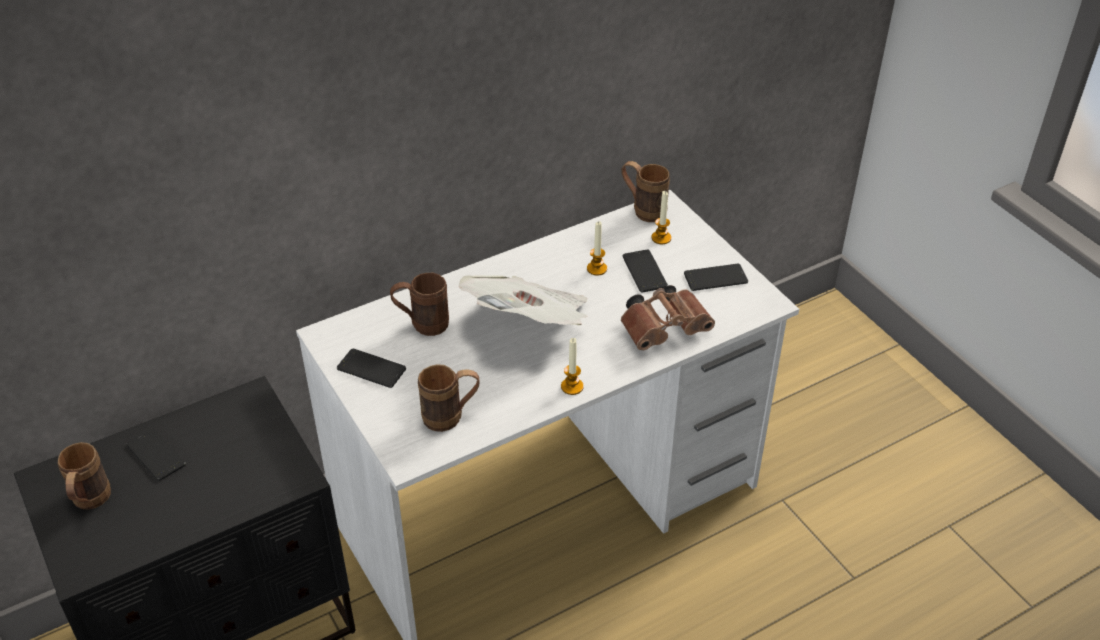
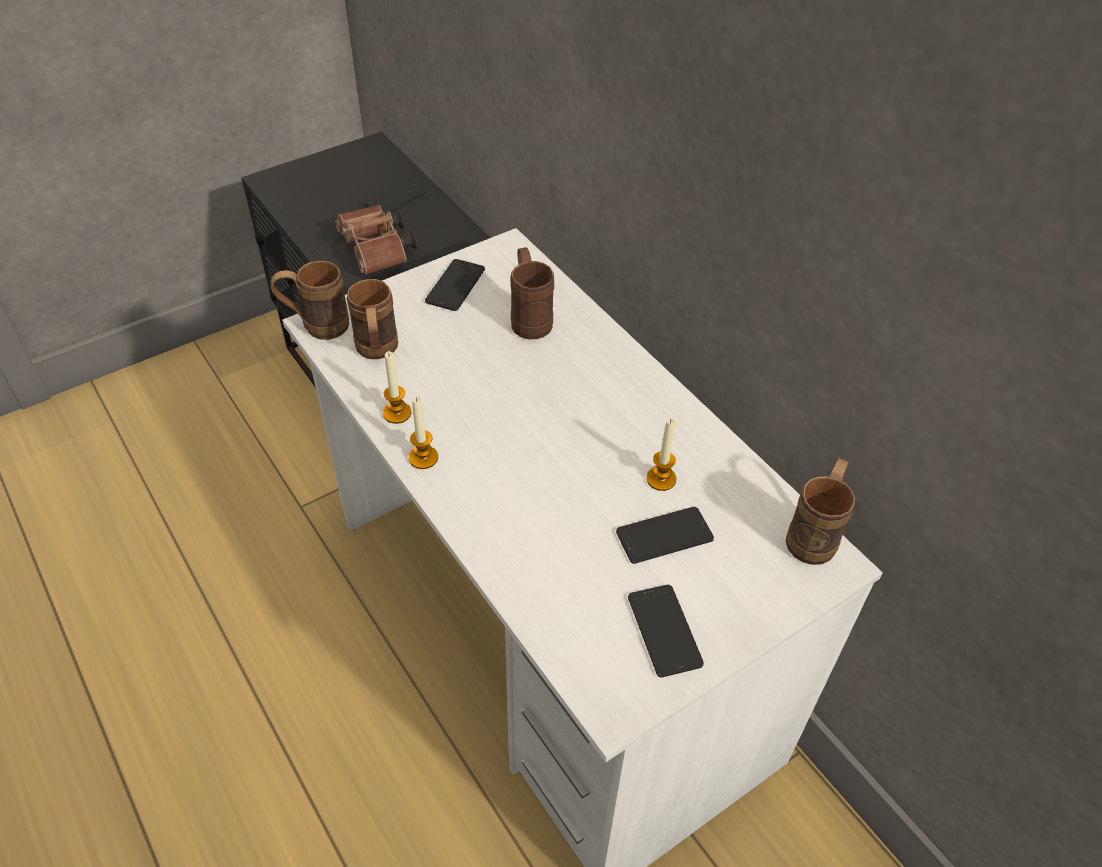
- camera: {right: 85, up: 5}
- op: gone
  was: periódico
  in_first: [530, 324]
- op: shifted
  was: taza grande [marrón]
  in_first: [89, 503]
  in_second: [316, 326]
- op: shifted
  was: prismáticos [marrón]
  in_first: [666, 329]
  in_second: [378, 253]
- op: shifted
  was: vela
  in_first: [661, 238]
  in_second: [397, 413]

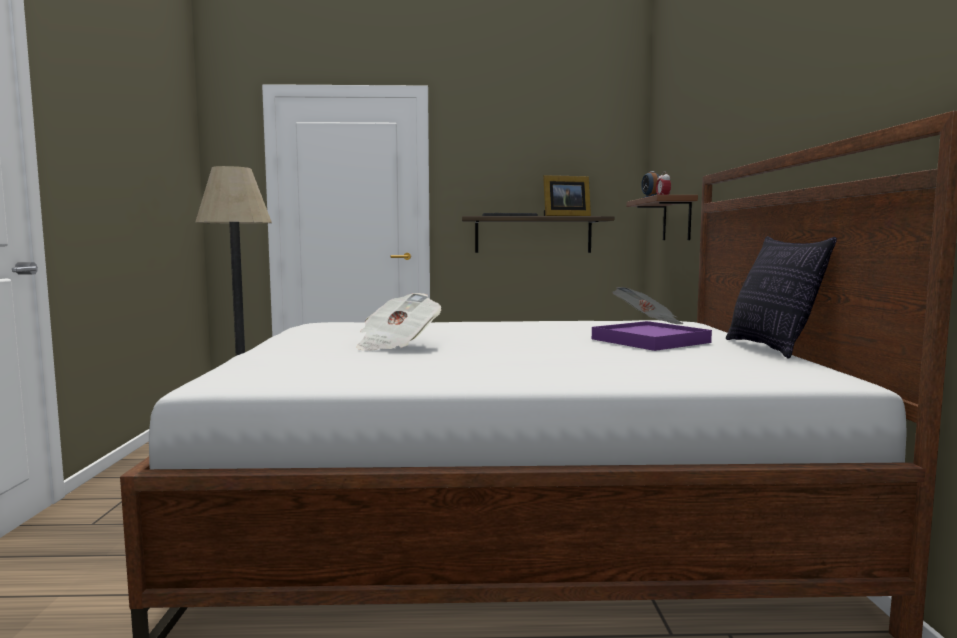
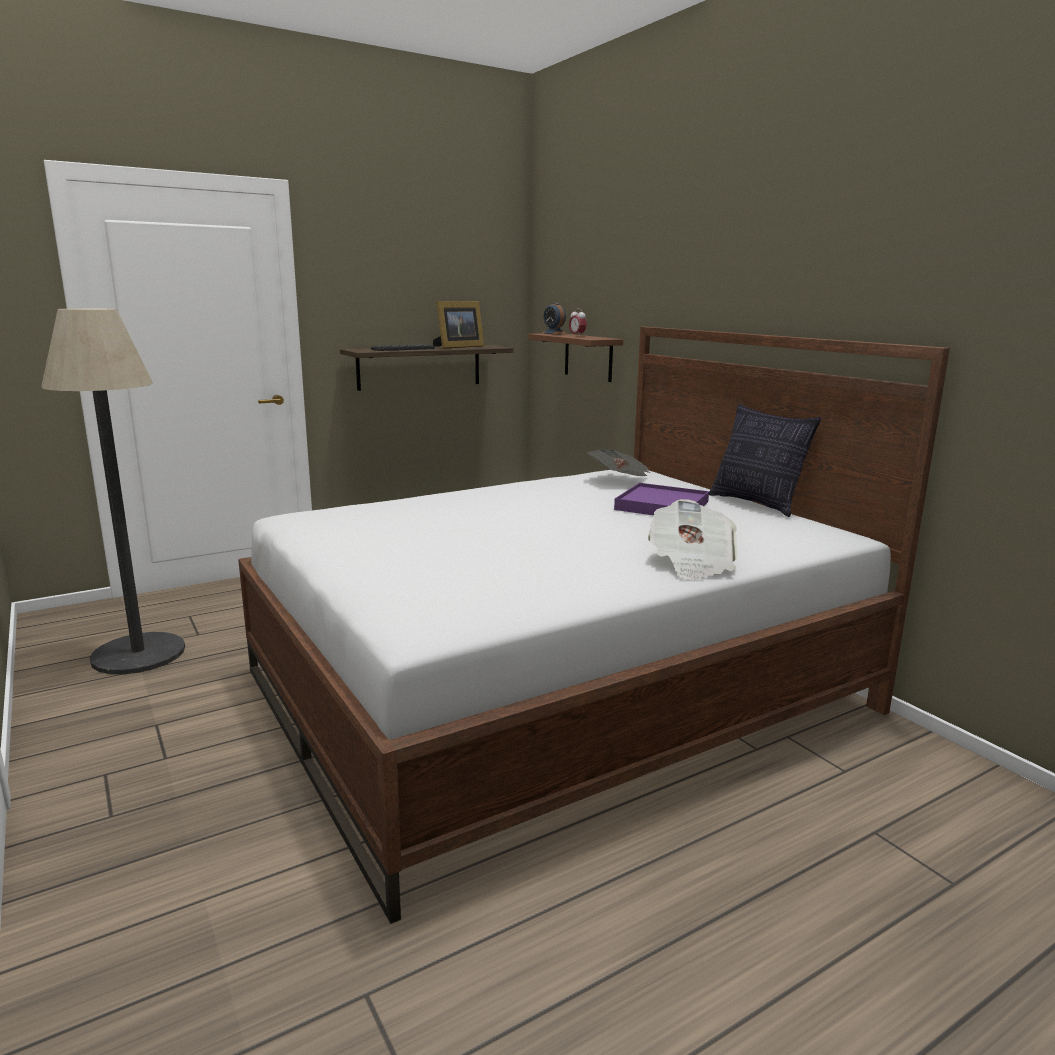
- camera: {right: -30, up: 10}
- op: shifted
  was: periódico
  in_first: [396, 345]
  in_second: [691, 564]

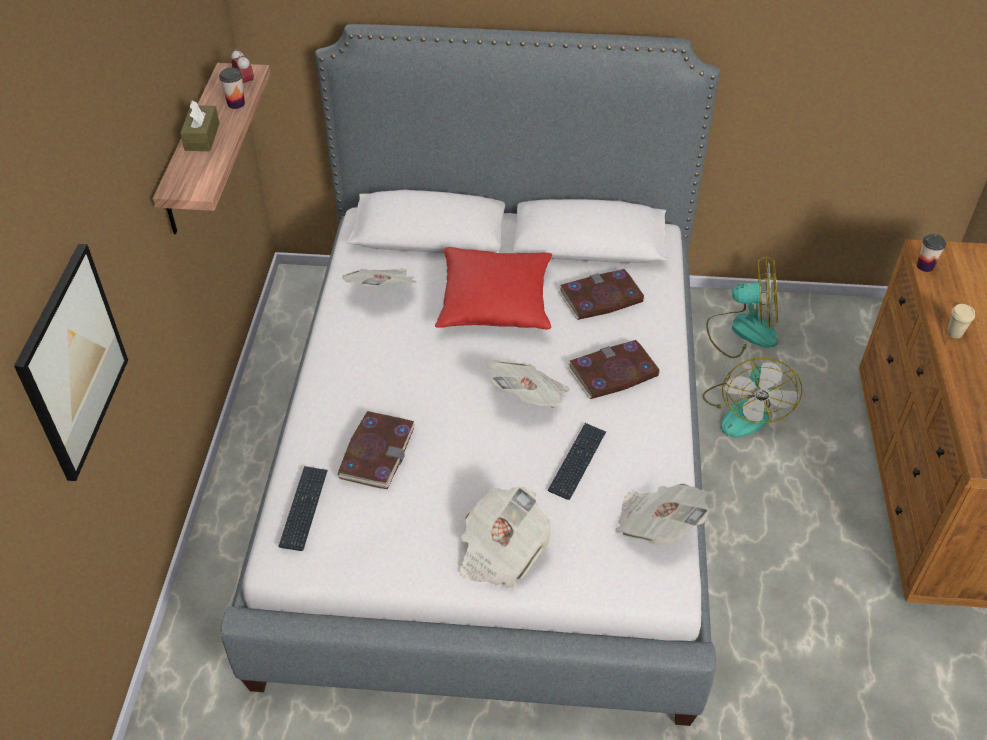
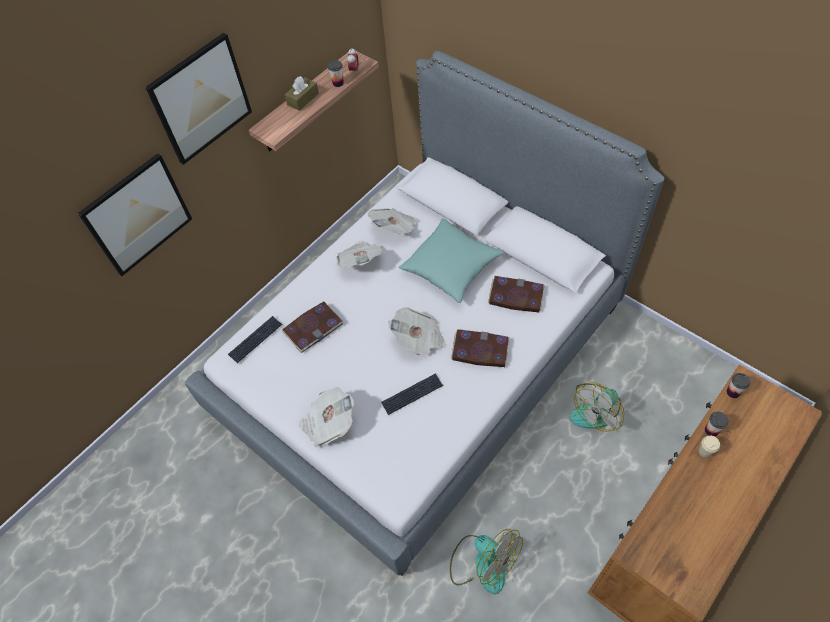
- camera: {right: 40, up: 10}
- op: new
  now: cuadro
  in_second: [201, 99]
- op: new
  now: taza
  in_second: [711, 430]
- op: shifted
  was: periódico
  in_first: [657, 525]
  in_second: [360, 261]
- op: shifted
  was: ventilador
  in_first: [742, 330]
  in_second: [483, 563]
- op: repainted
  was: cojín [rojo]
  now: cojín [turquesa]
  in_first: [495, 303]
  in_second: [451, 267]

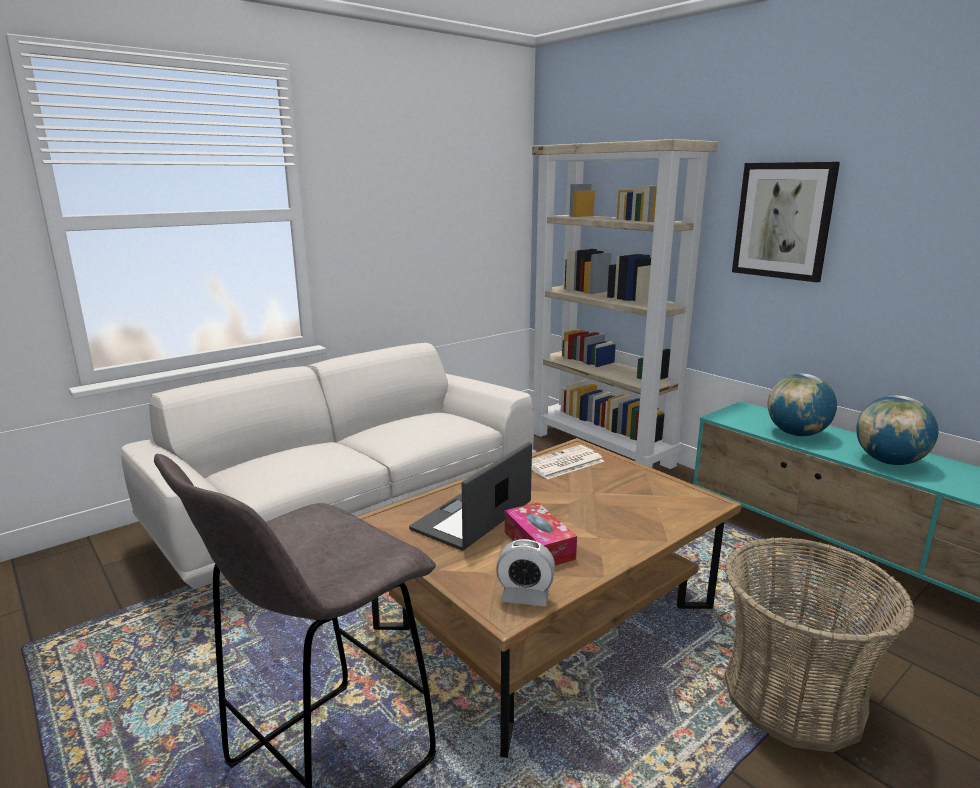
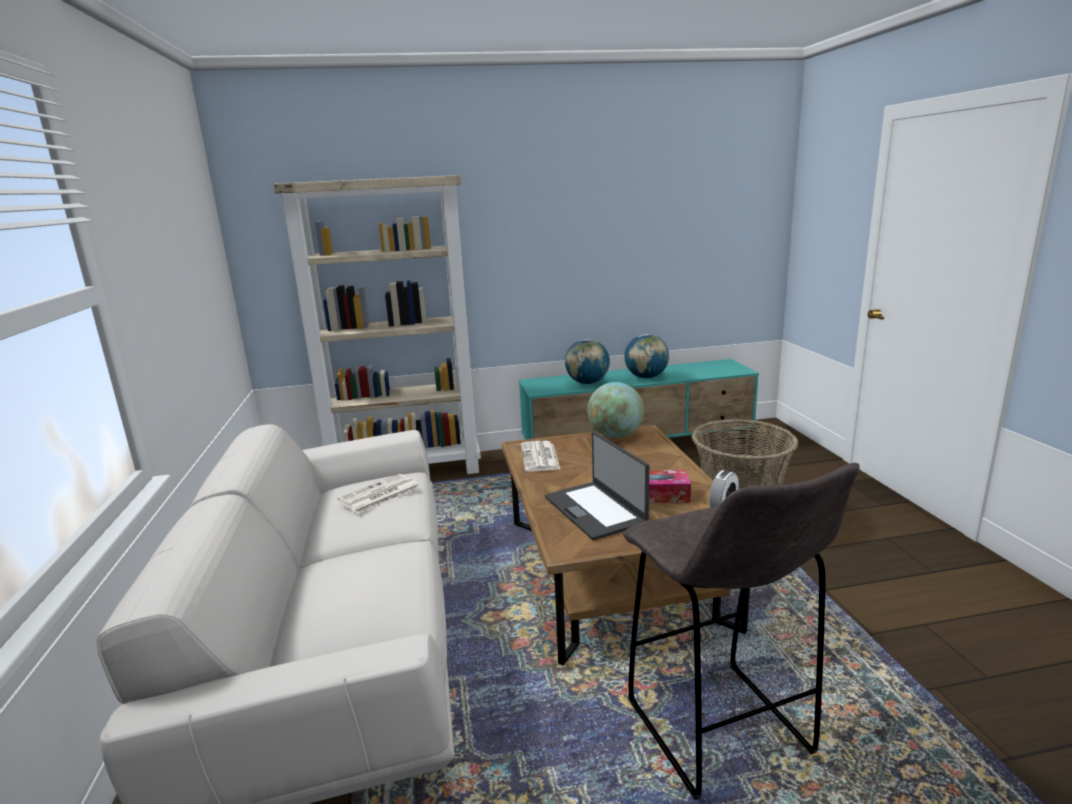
- camera: {right: -60, up: 0}
- op: gone
  was: cuadro
  in_first: [783, 221]
- op: new
  now: periódico
  in_second: [379, 495]
- op: new
  now: globo terráqueo
  in_second: [615, 435]

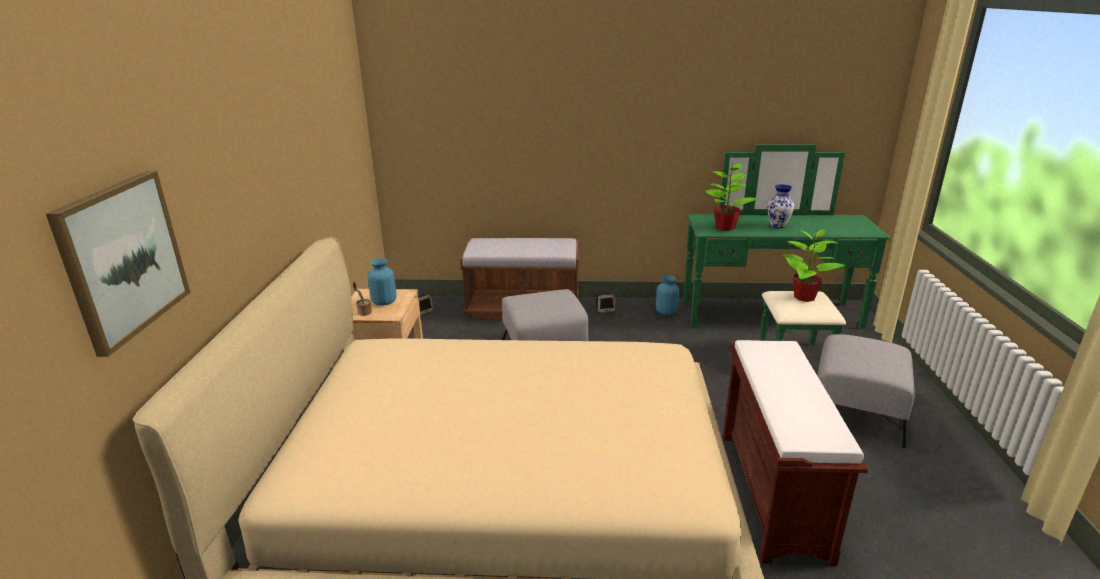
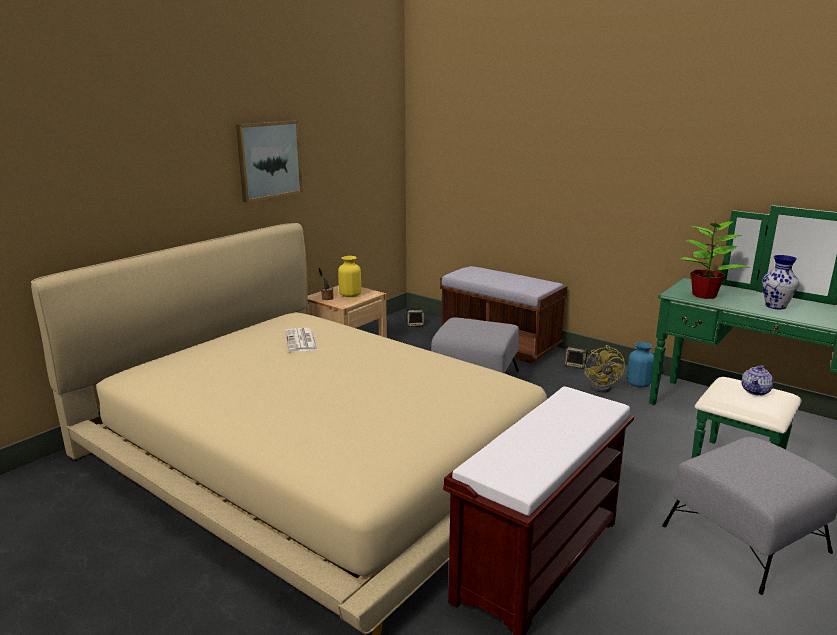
- camera: {right: 35, up: -5}
- op: new
  now: periódico
  in_second: [301, 341]
- op: new
  now: ventilador [amarillo]
  in_second: [602, 386]
- op: shifted
  was: cuadro
  in_first: [123, 258]
  in_second: [269, 160]
- op: swapped
  was: planta en maceta
  now: tetera
  in_first: [803, 297]
  in_second: [755, 391]
- op: repainted
  was: florero [azul]
  now: florero [amarillo]
  in_first: [384, 302]
  in_second: [350, 295]

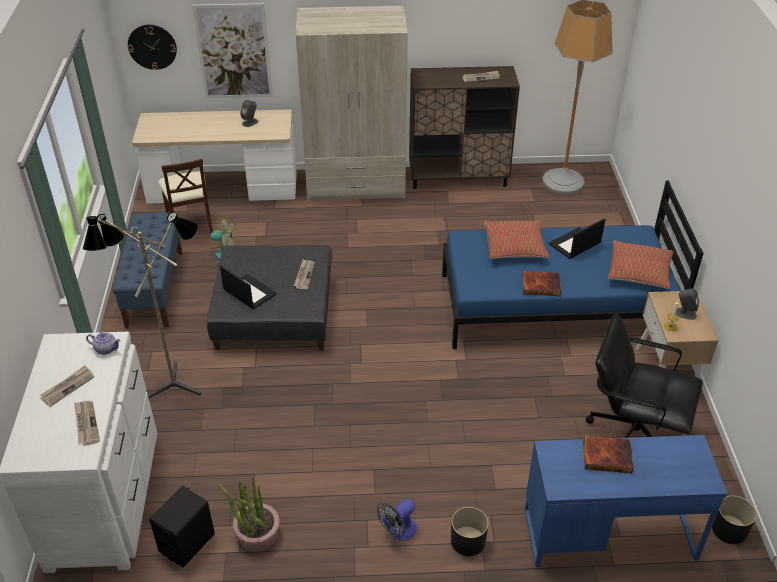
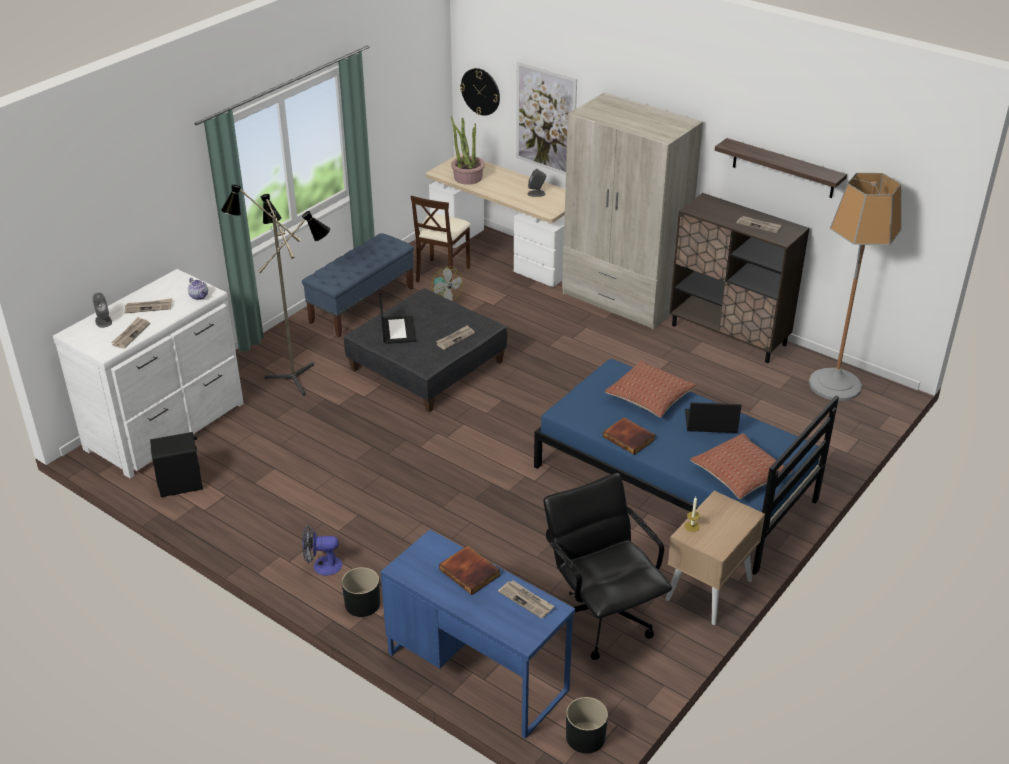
- camera: {right: 40, up: -5}
- op: new
  now: periódico
  in_second: [526, 600]
- op: new
  now: estante
  in_second: [783, 168]
- op: shifted
  was: planta en maceta
  in_first: [257, 535]
  in_second: [467, 177]
- op: shifted
  was: altavoz [gris]
  in_first: [685, 313]
  in_second: [103, 321]

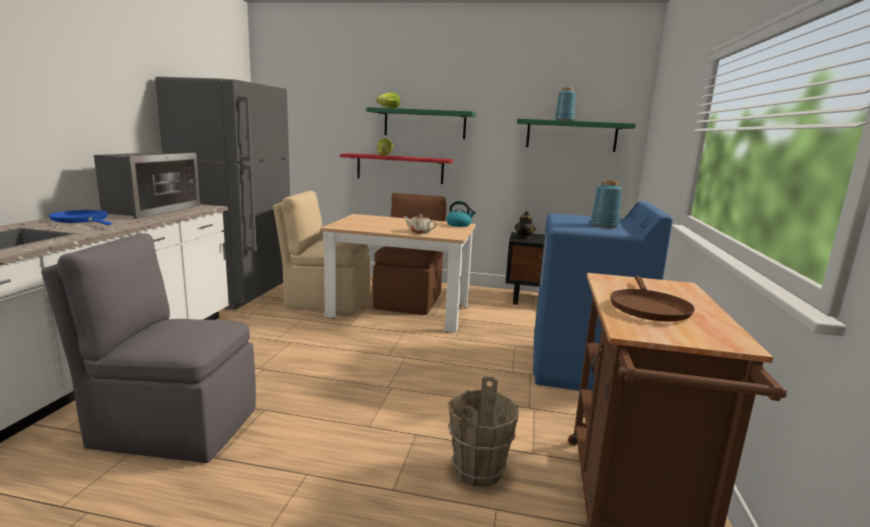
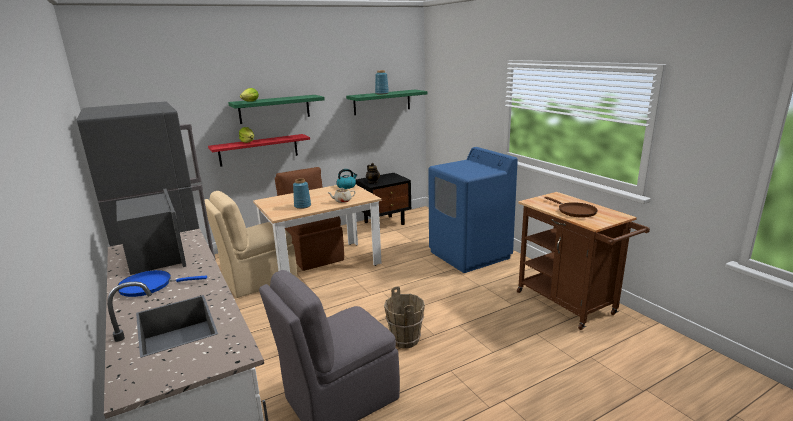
- camera: {right: -40, up: 5}
- op: shifted
  was: cubo [marrón]
  in_first: [479, 471]
  in_second: [405, 340]
- op: shifted
  was: florero [azul]
  in_first: [604, 225]
  in_second: [302, 206]

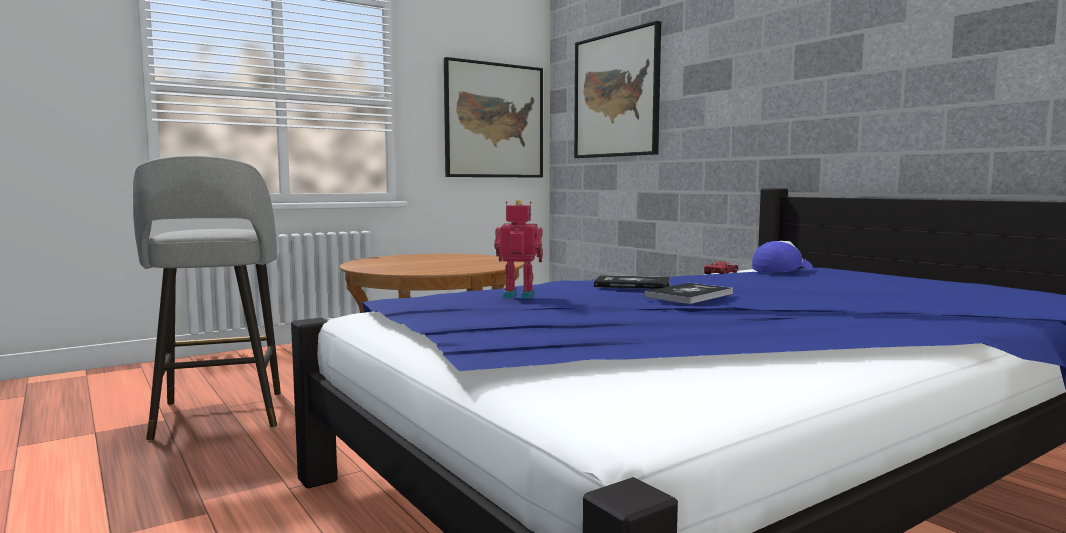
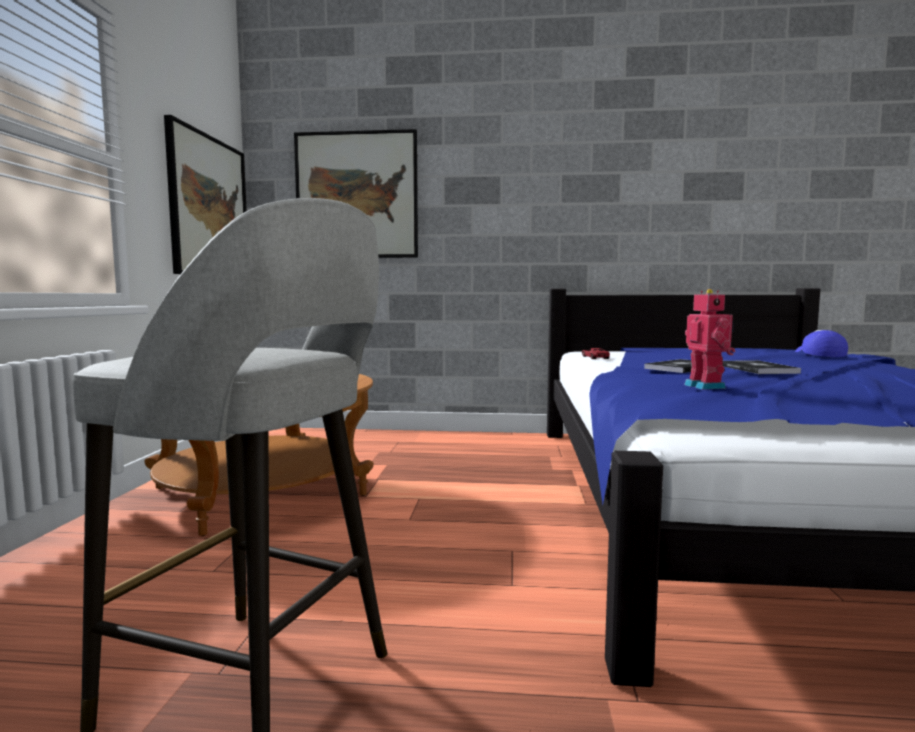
- camera: {right: -50, up: 0}
- op: shifted
  was: gorra
  in_first: [782, 269]
  in_second: [819, 354]
- op: rotated
  was: robot de juguete
  in_first: [519, 295]
  in_second: [707, 386]
  clockwise: 120

